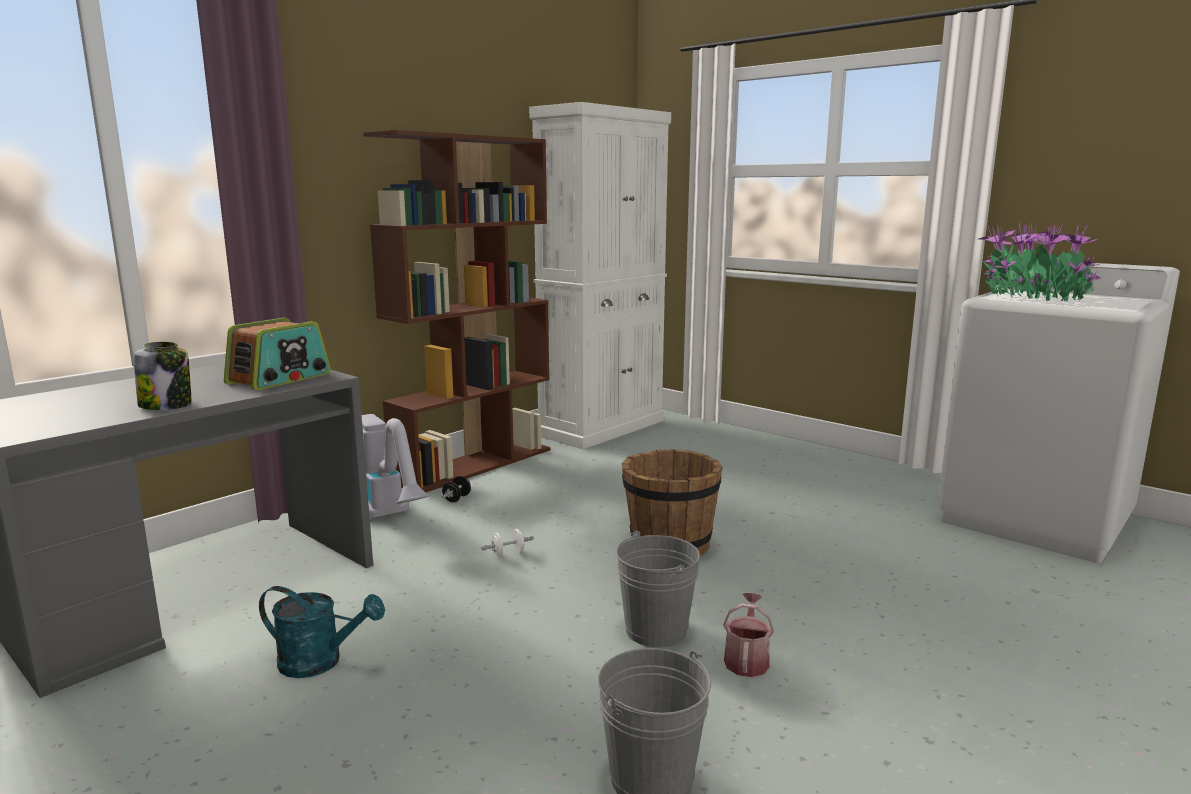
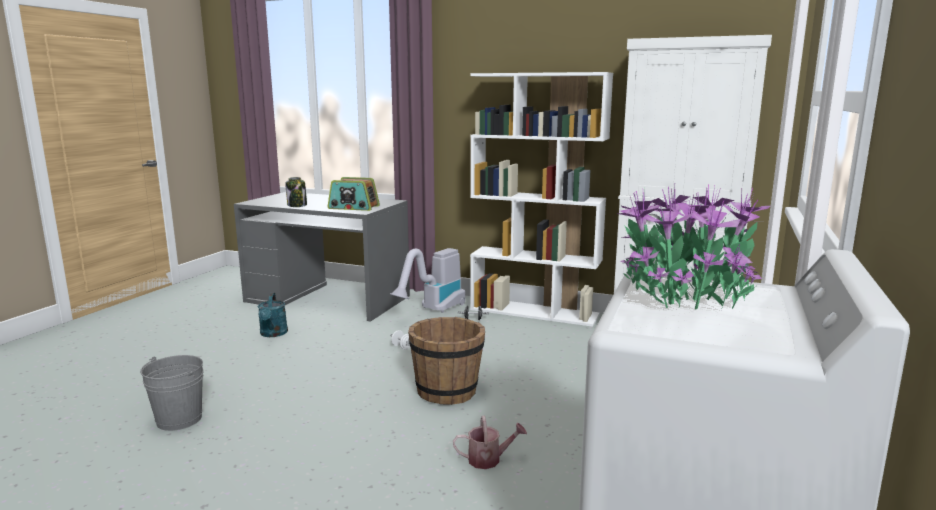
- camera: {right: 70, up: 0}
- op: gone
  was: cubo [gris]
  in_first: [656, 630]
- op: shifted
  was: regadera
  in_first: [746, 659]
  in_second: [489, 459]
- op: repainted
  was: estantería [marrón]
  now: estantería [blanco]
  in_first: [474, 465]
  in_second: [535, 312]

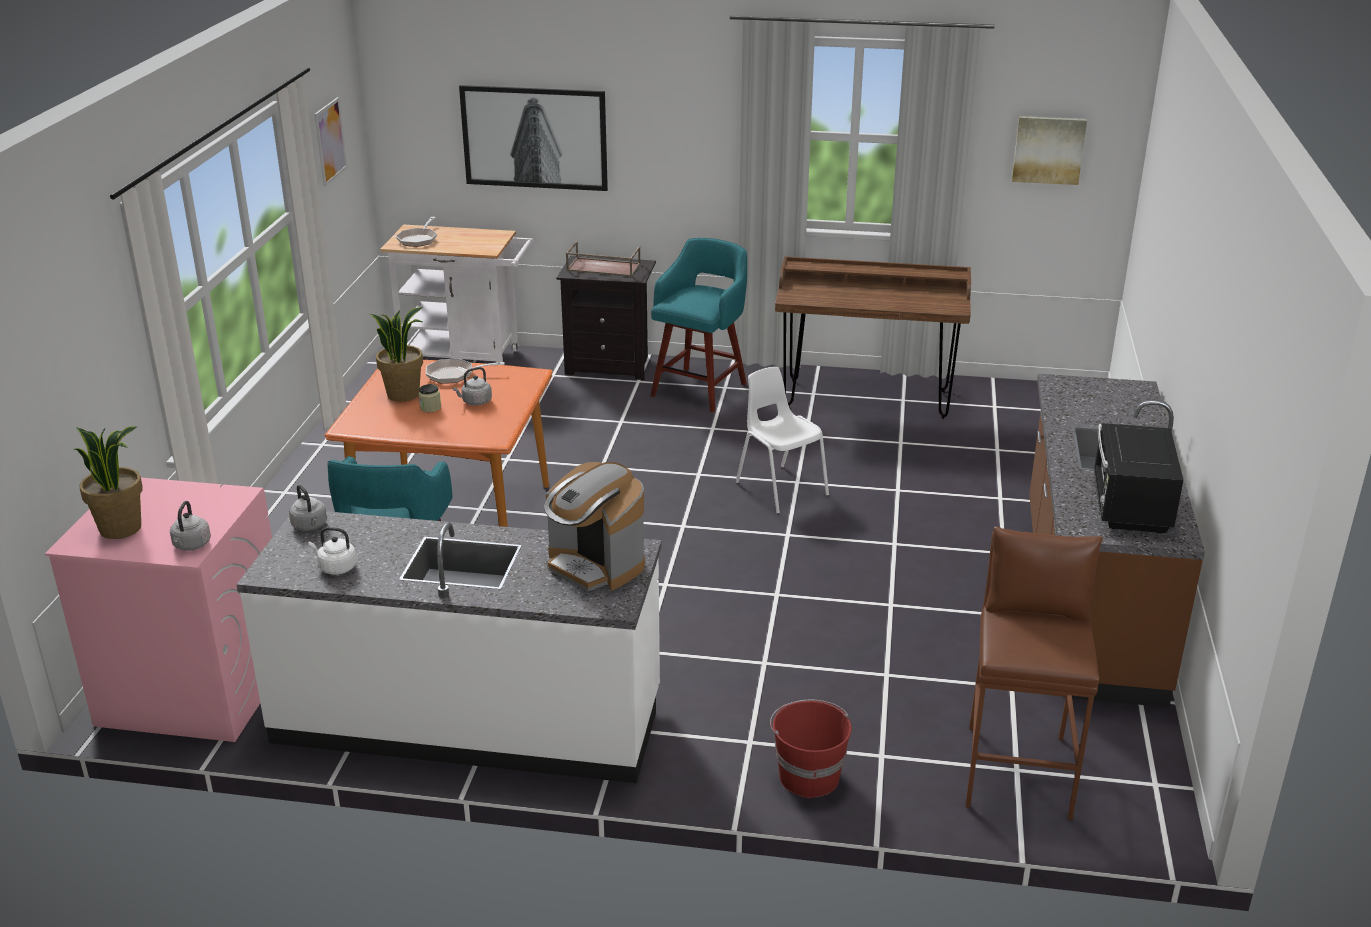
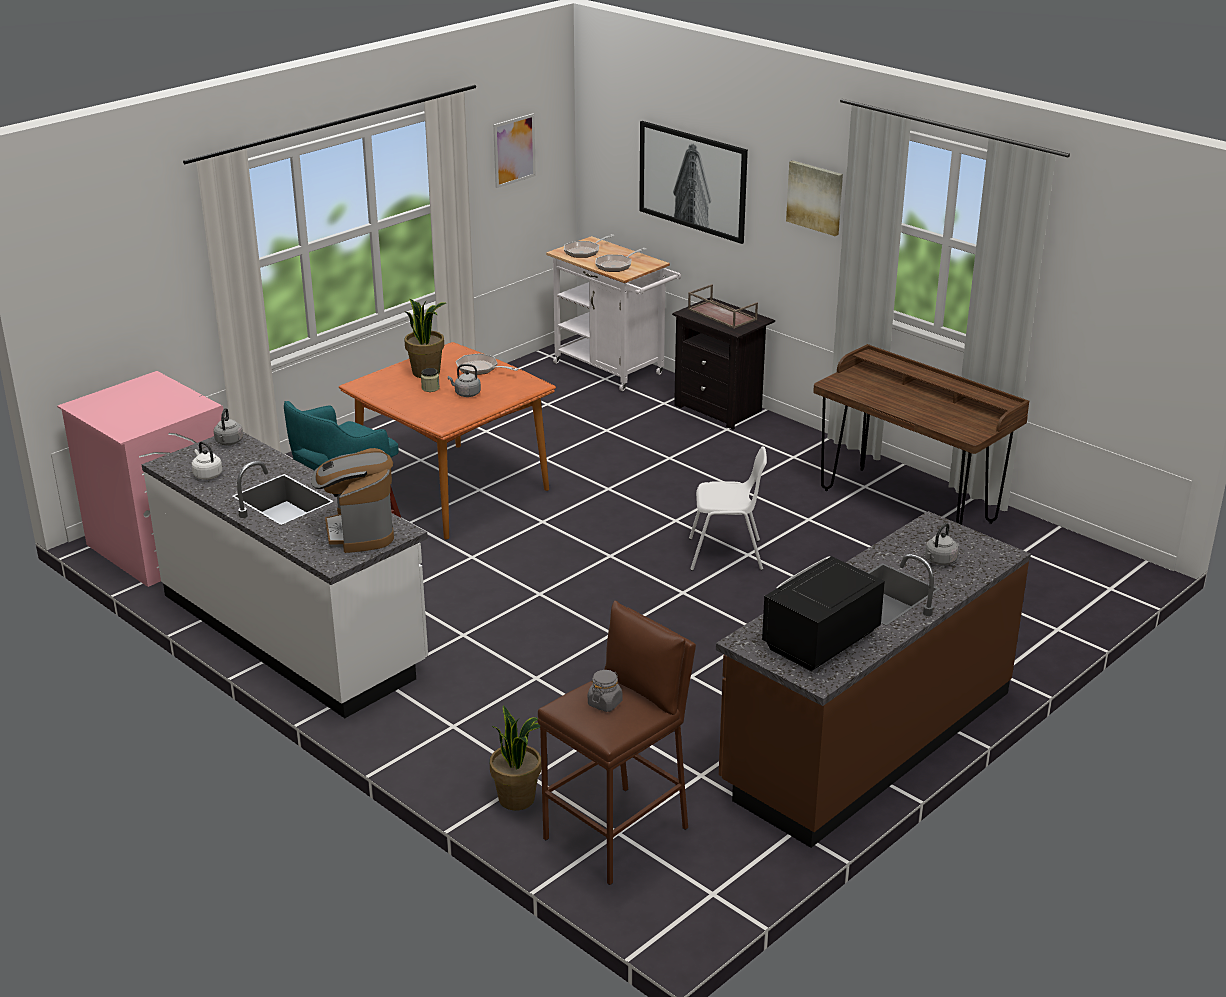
- camera: {right: 35, up: 0}
- op: gone
  was: taburete [turquesa]
  in_first: [700, 388]
- op: gone
  was: cubo [rojo]
  in_first: [808, 776]
- op: new
  now: tarro [gris]
  in_second: [605, 703]
- op: new
  now: sartén
  in_second: [616, 265]
- op: shifted
  was: planta en maceta
  in_first: [121, 528]
  in_second: [517, 798]
- op: shifted
  was: hervidor [gris]
  in_first: [191, 545]
  in_second: [939, 561]
- op: shifted
  was: cuadro
  in_first: [1048, 149]
  in_second: [815, 197]
- op: rotated
  was: silla [blanco]
  in_first: [780, 489]
  in_second: [726, 555]
  clockwise: 90

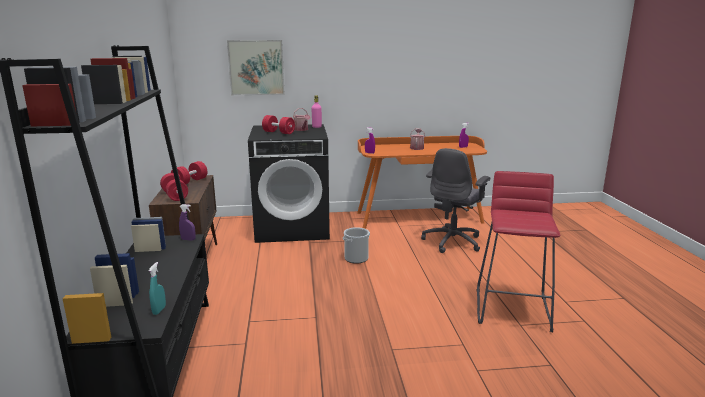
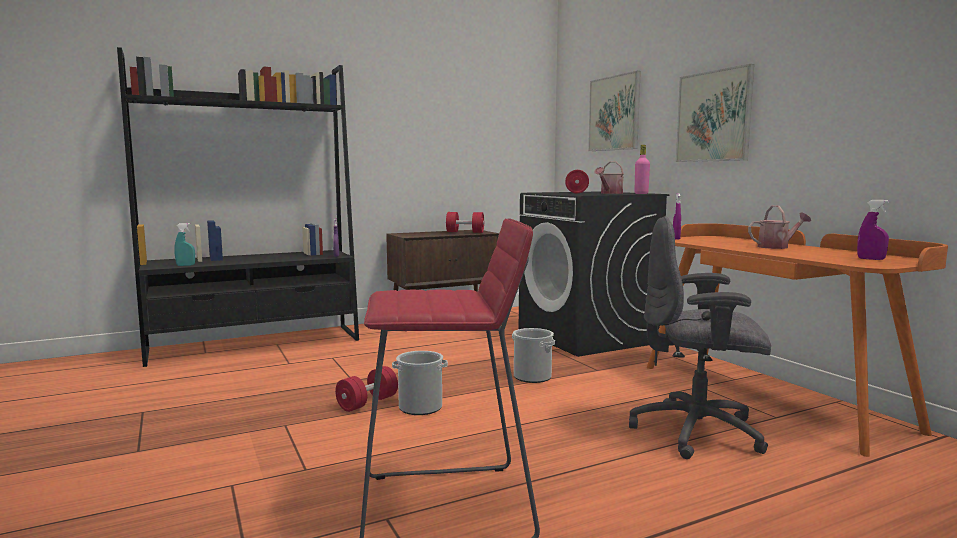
- camera: {right: 70, up: -10}
- op: new
  now: cubo
  in_second: [420, 407]
- op: new
  now: cuadro
  in_second: [713, 116]
- op: shifted
  was: mancuerna [rojo]
  in_first: [175, 196]
  in_second: [367, 403]

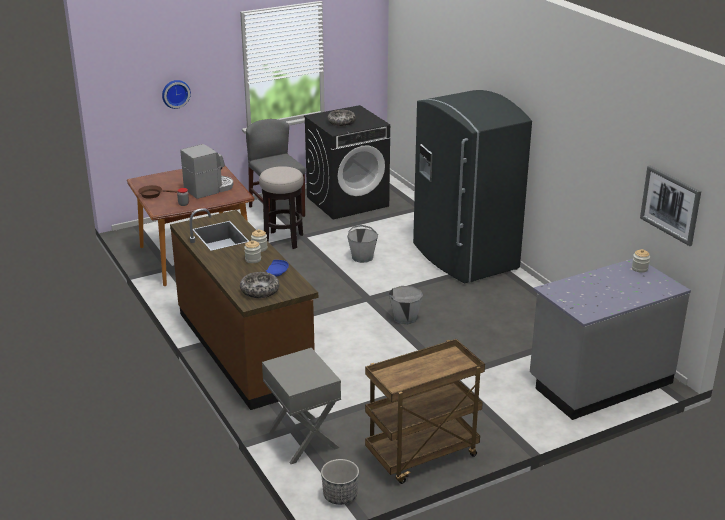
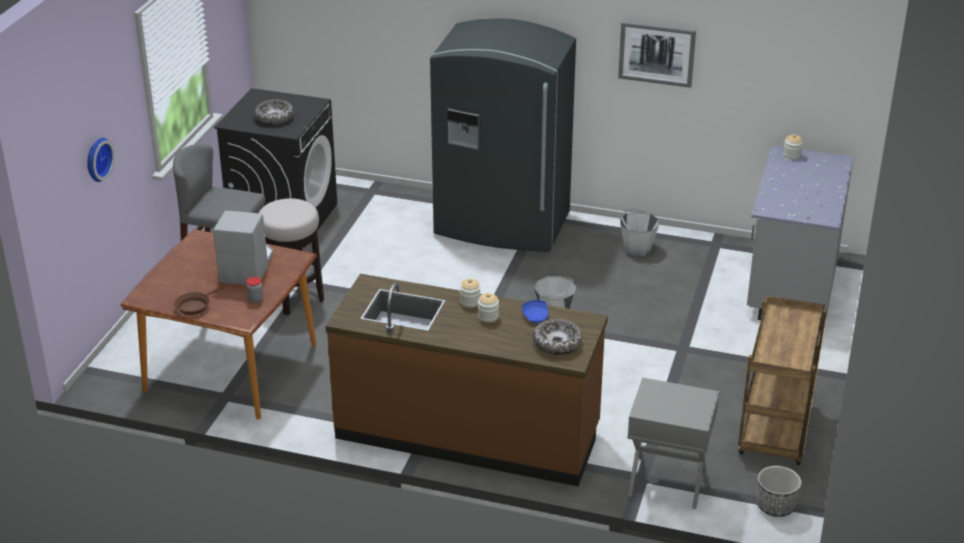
- camera: {right: -45, up: 5}
- op: shifted
  was: cubo [gris]
  in_first: [362, 257]
  in_second: [637, 248]
- op: shifted
  was: cuadro
  in_first: [670, 204]
  in_second: [656, 53]

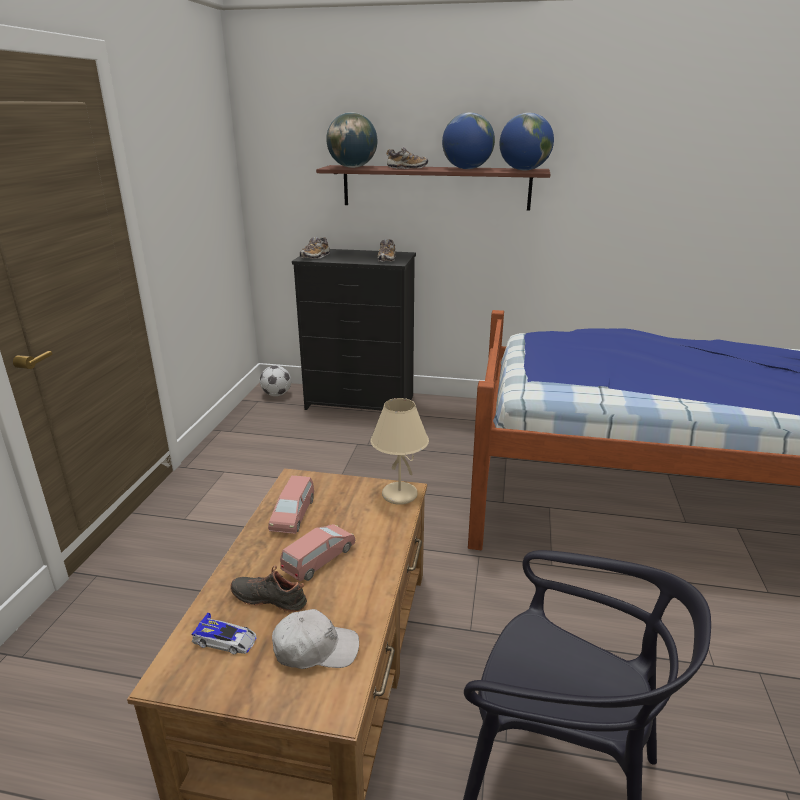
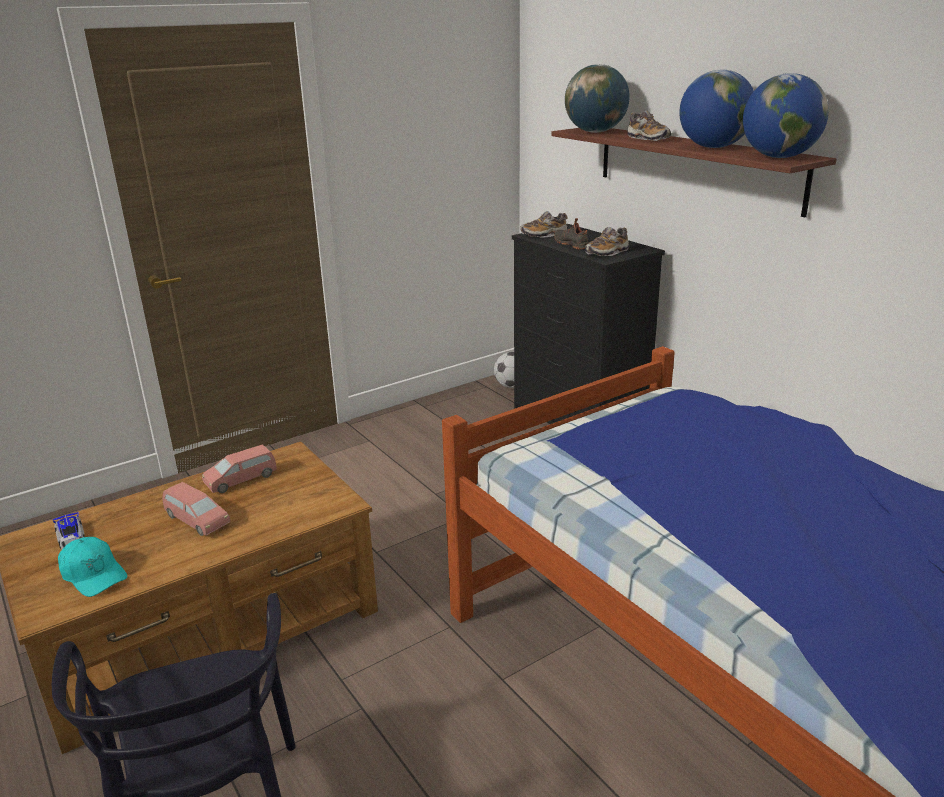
- camera: {right: 45, up: 0}
- op: gone
  was: lámpara de mesa [beis]
  in_first: [398, 495]
- op: shifted
  was: zapato [negro]
  in_first: [270, 598]
  in_second: [572, 244]
- op: repainted
  was: gorra [blanco]
  now: gorra [turquesa]
  in_first: [315, 649]
  in_second: [94, 574]
- op: rotated
  was: coche de juguete [rosa]
  in_first: [319, 559]
  in_second: [197, 520]
  clockwise: 45

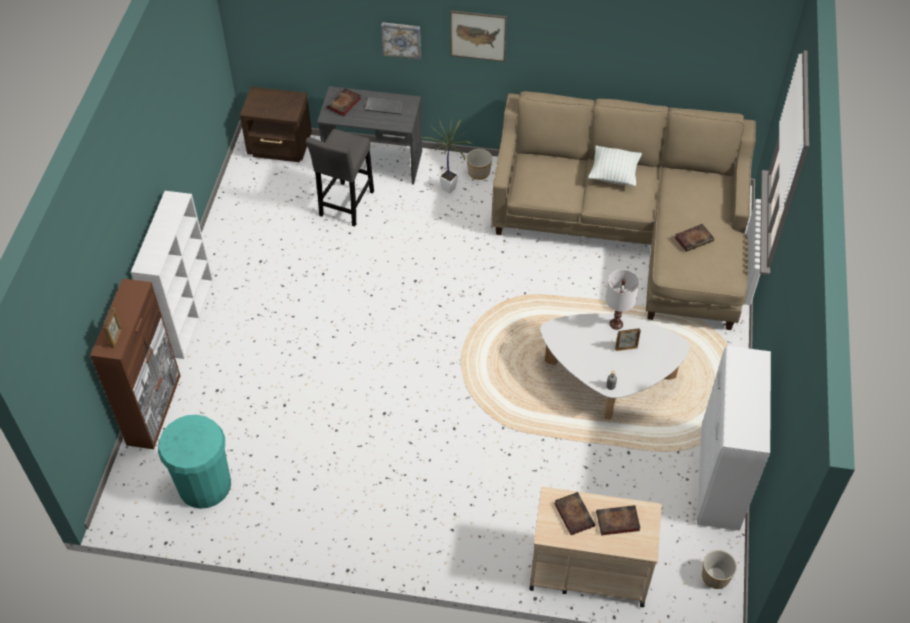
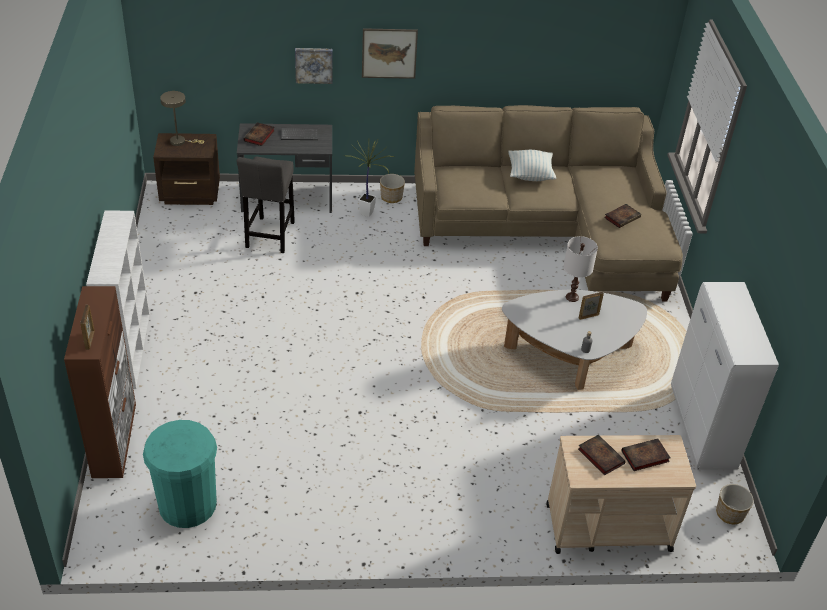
- camera: {right: -15, up: -10}
- op: new
  now: lámpara de mesa [beis]
  in_second: [180, 141]

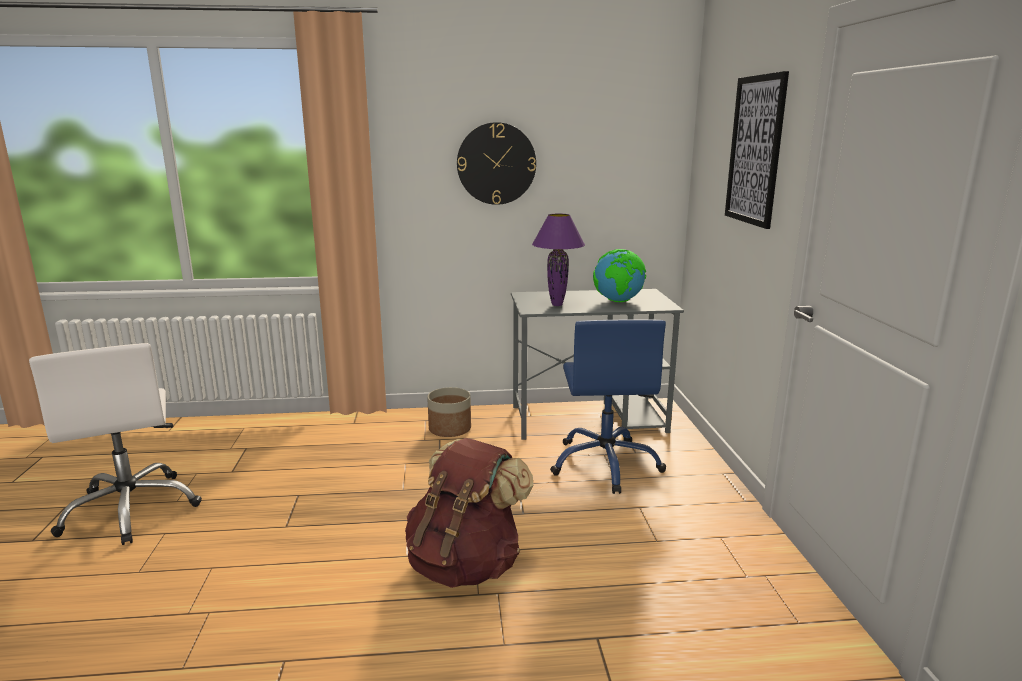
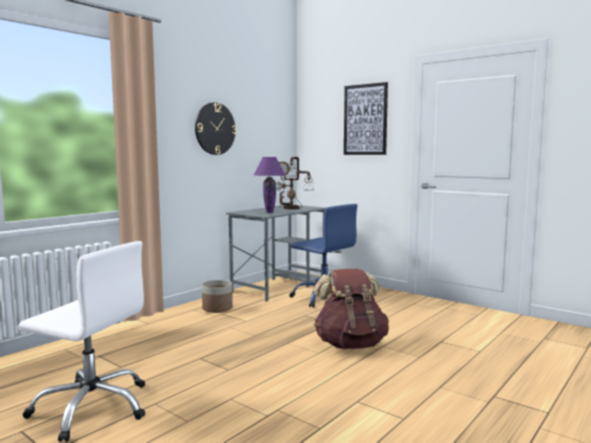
- camera: {right: -45, up: -10}
- op: swapped
  was: globo terráqueo
  now: lámpara de mesa
  in_first: [618, 301]
  in_second: [292, 208]

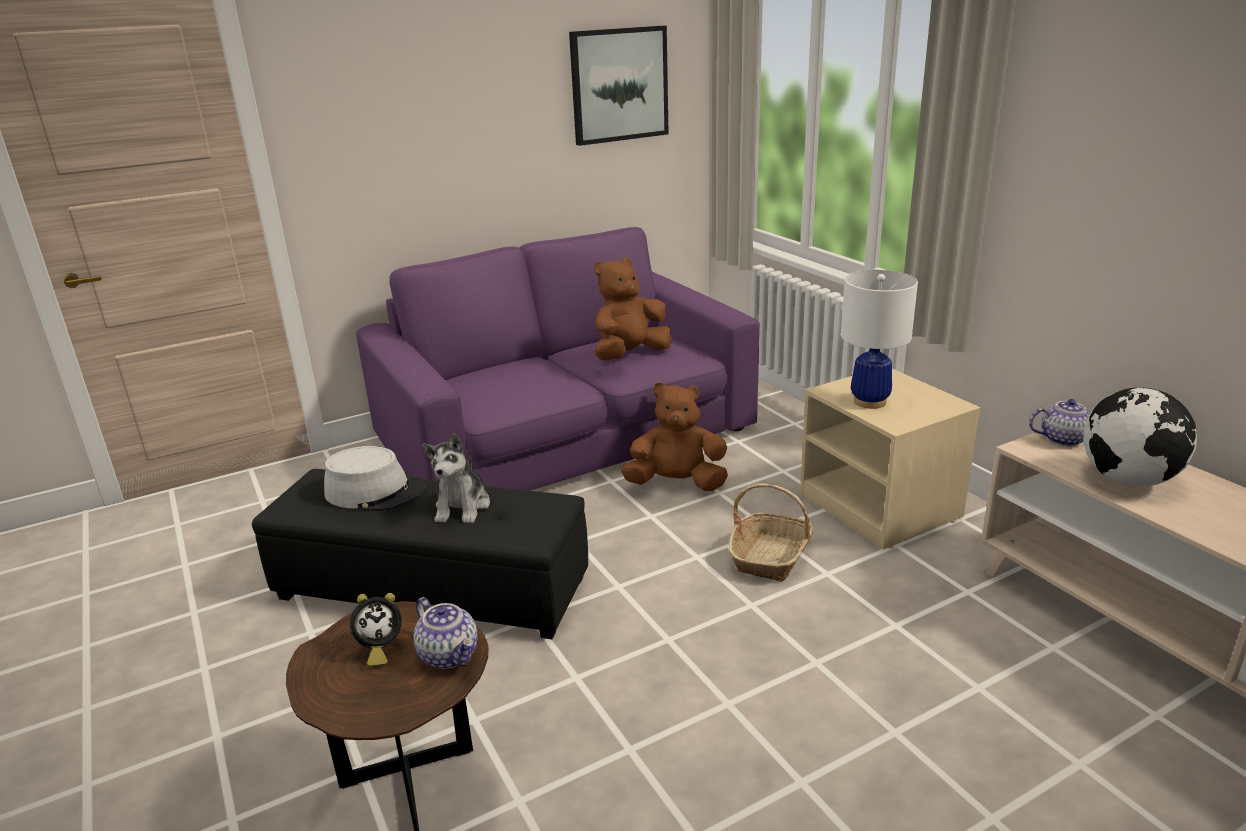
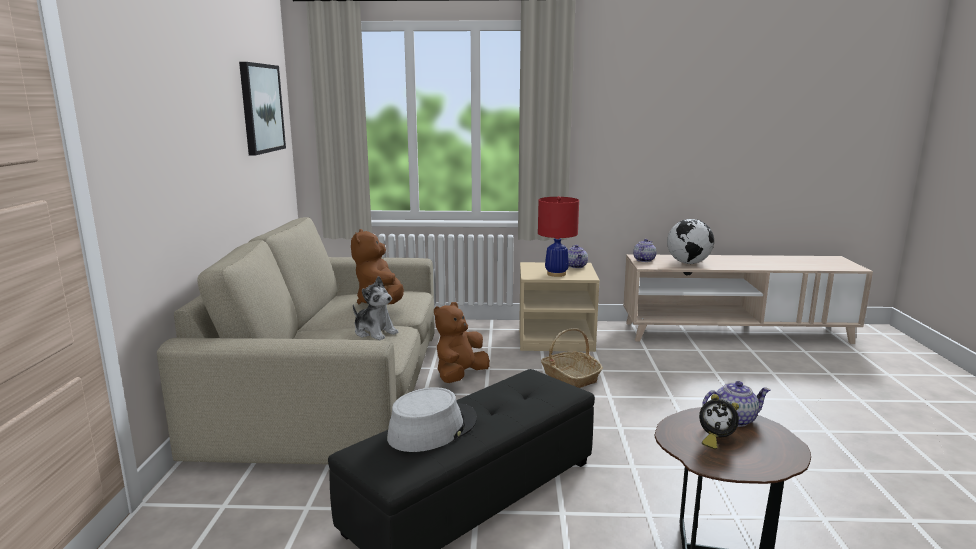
- camera: {right: -60, up: -10}
- op: new
  now: tetera
  in_second: [576, 266]
- op: shifted
  was: peluche
  in_first: [462, 506]
  in_second: [375, 332]
- op: repainted
  was: sofá [morado]
  now: sofá [beis]
  in_first: [565, 435]
  in_second: [334, 390]
- op: repainted
  was: lámpara de mesa [blanco]
  now: lámpara de mesa [rojo]
  in_first: [869, 402]
  in_second: [556, 274]
- op: rotated
  was: despertador
  in_first: [379, 649]
  in_second: [714, 440]
  clockwise: 105

